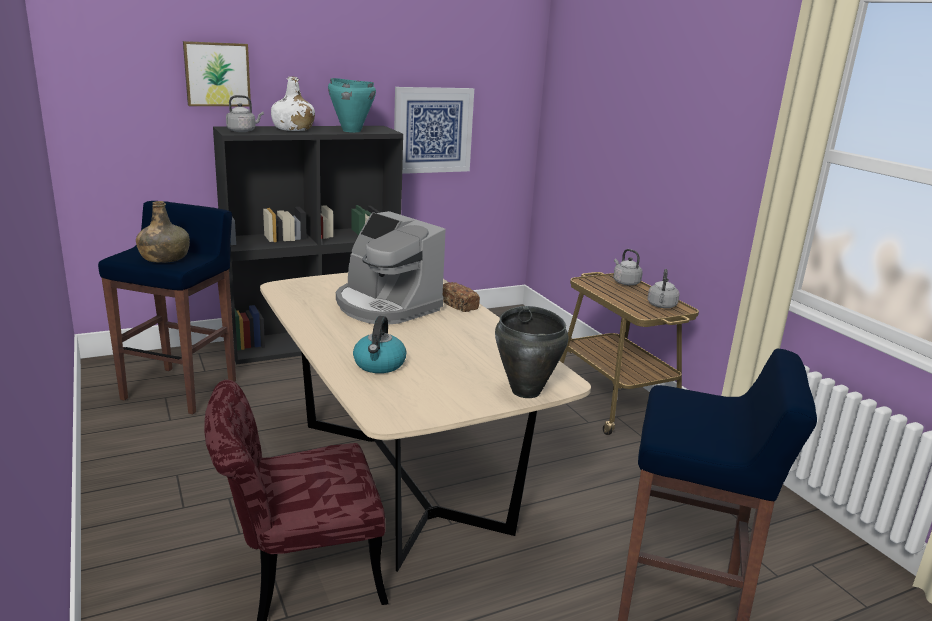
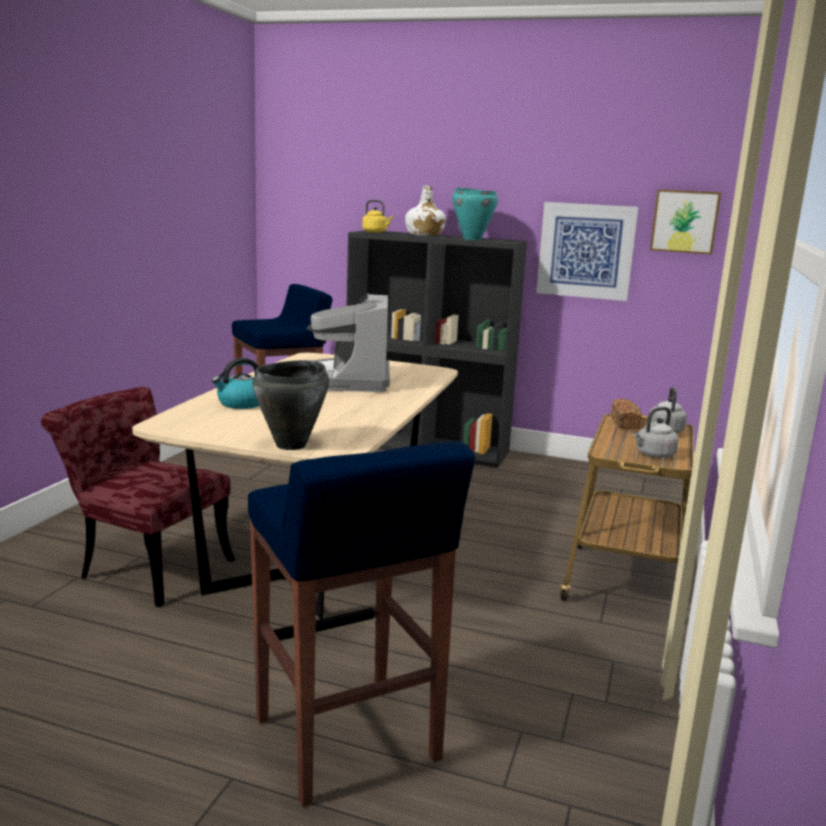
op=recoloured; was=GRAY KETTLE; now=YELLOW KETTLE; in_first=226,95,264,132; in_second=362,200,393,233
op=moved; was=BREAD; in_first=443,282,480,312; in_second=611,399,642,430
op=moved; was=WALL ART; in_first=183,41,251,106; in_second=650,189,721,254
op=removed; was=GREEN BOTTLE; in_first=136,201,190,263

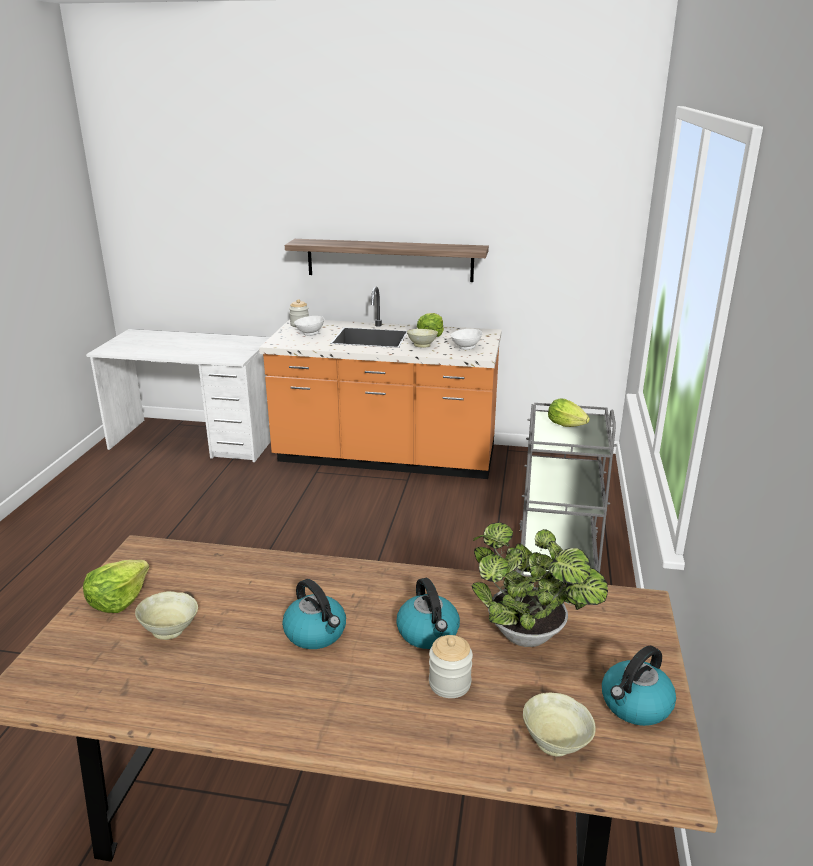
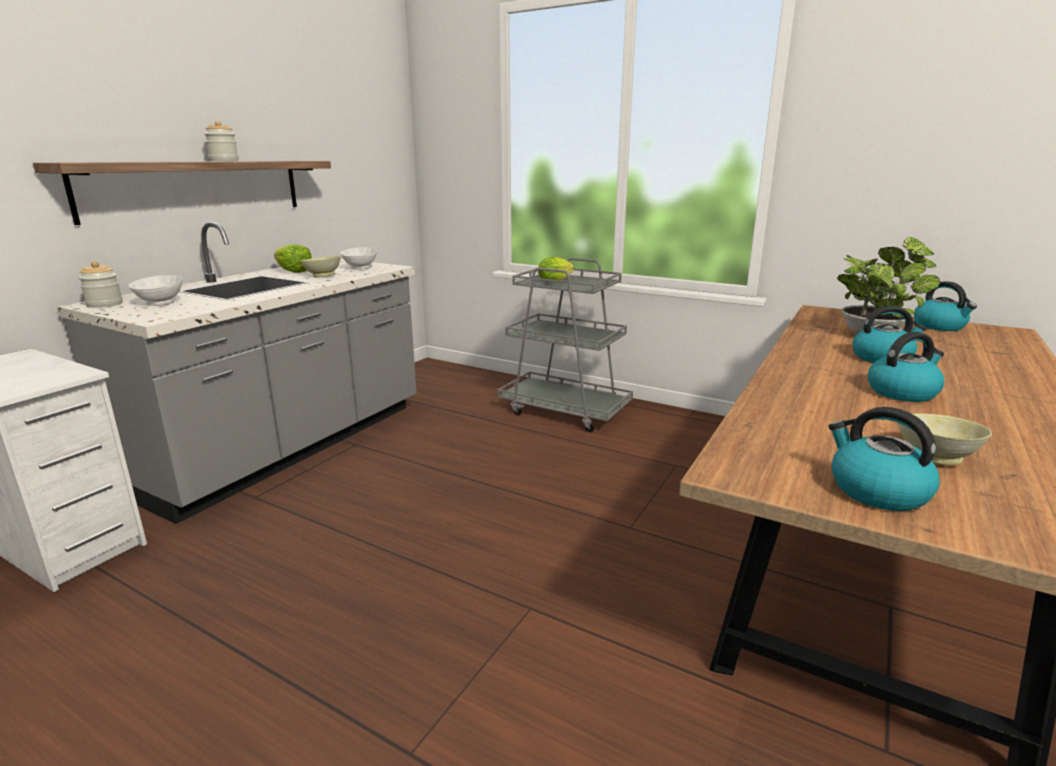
op=recoloured; was=ORANGE KITCHEN COUNTER; now=GRAY KITCHEN COUNTER; in_first=259,287,502,479; in_second=57,222,416,524
op=moved; was=PRESERVE JAR; in_first=429,635,473,698; in_second=204,120,239,161
op=replaced; was=HEAD OF LETTUCE; now=KETTLE; in_first=83,560,149,613; in_second=829,407,940,511
op=removed; was=BEIGE-COLOURED SERVING BOWL; in_first=523,692,596,756

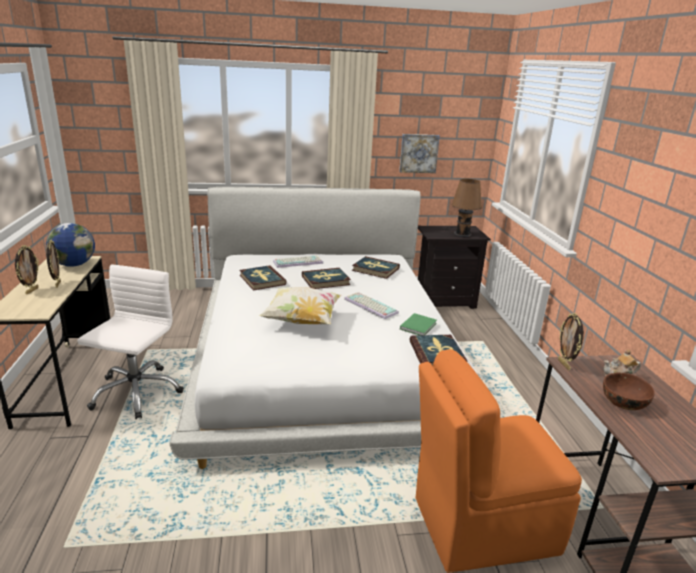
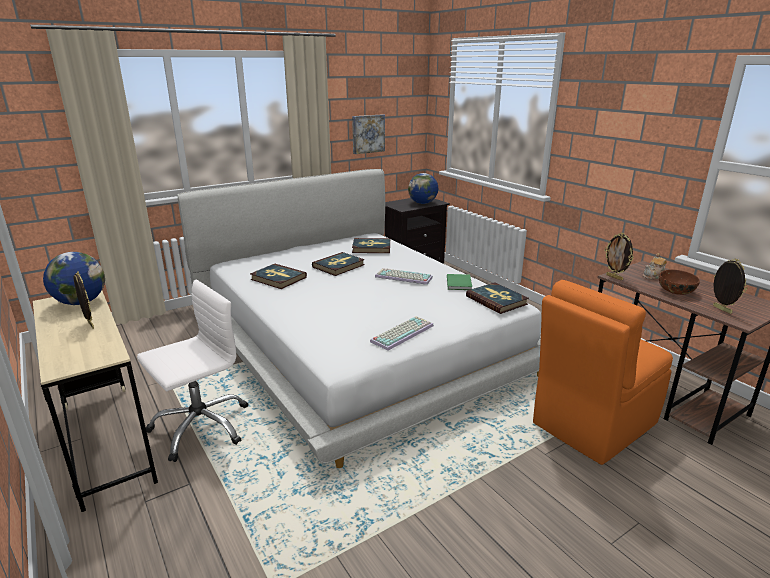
op=turned; was=WHITE COMPUTER CHAIR; in_first=77,264,184,419; in_second=137,280,248,462; clockwise=60
op=moved; was=KEYBOARD; in_first=273,255,323,268; in_second=370,316,434,351
op=replaced; was=BROWNISH TABLE LAMP; now=WORLD GLOBE; in_first=443,179,482,237; in_second=408,173,438,204
op=moved; was=PHOTO FRAME; in_first=15,245,39,295; in_second=713,259,748,314
op=removed; was=PILLOW; in_first=259,287,342,324

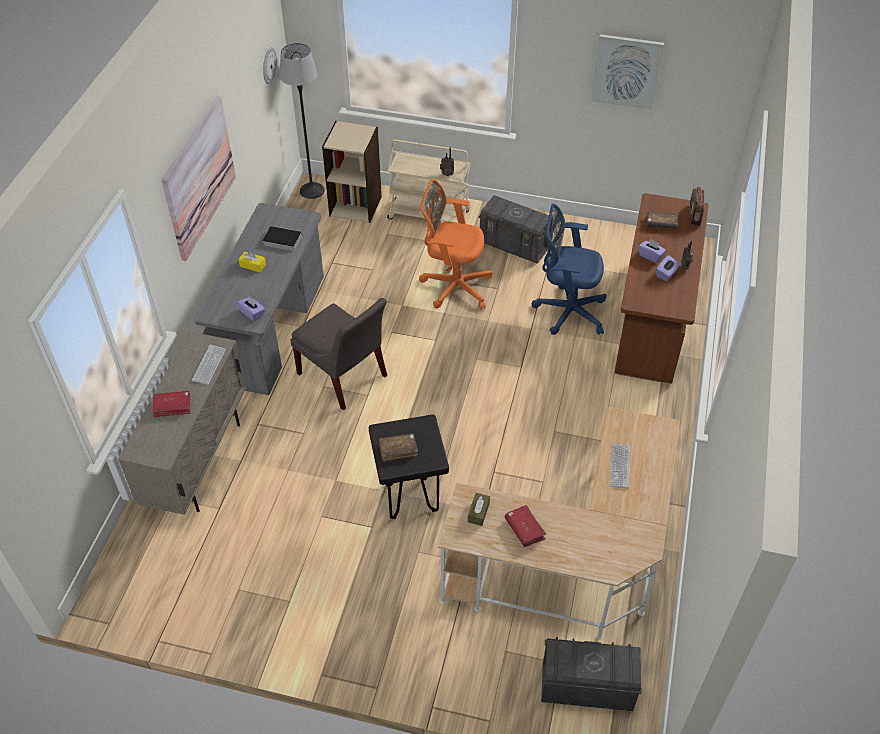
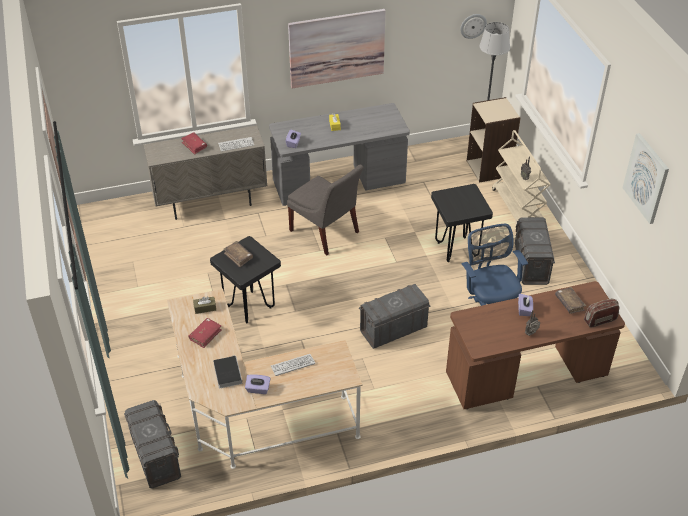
op=moved; was=BOUND BOOK; in_first=262,226,302,251; in_second=213,356,243,388
op=moved; was=PURPLISH BOX OF TISSUES; in_first=656,255,680,282; in_second=245,374,271,394
op=turned; was=GRAY UPRIGHT CHAIR; in_first=290,298,387,410; in_second=287,165,364,255; clockwise=-60
op=added; now=GRAY STORAGE BOX; in_second=359,284,431,349
op=replaced; was=ORANGE COMPUTER CHAIR; now=BLACK-COLOURED SITTING STOOL; in_first=419,179,493,309; in_second=431,184,493,262

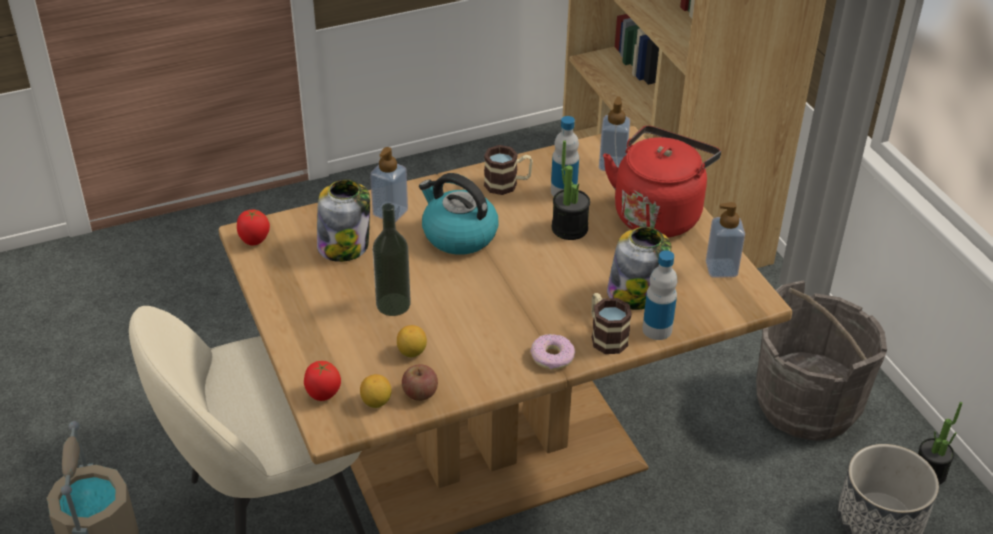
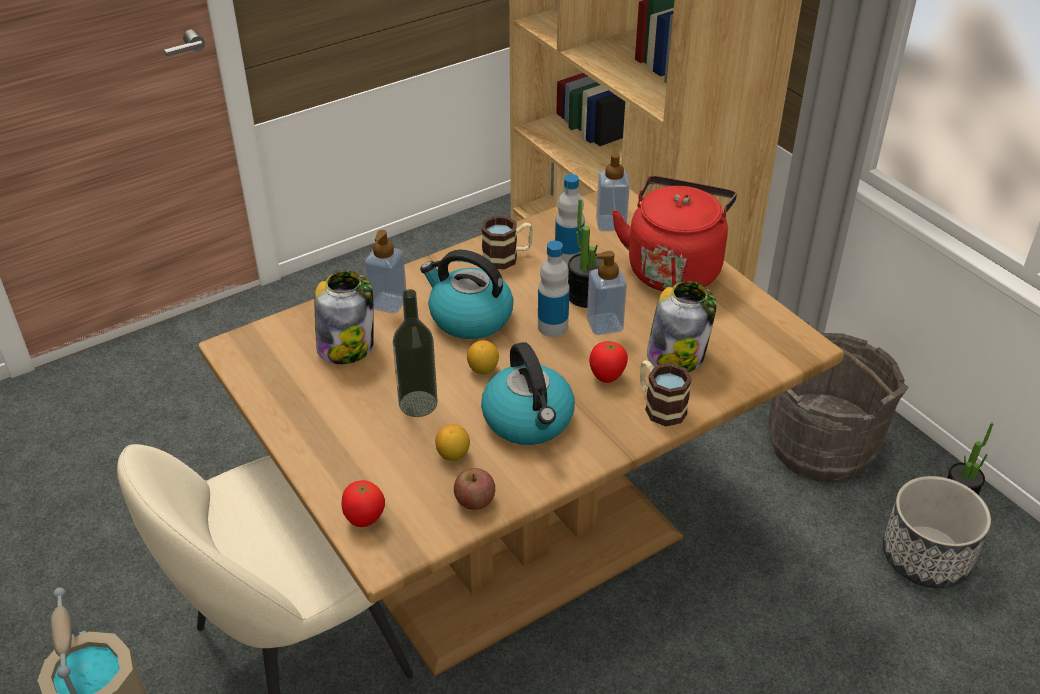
op=moved; was=LEMON; in_first=360,374,392,408; in_second=467,340,499,374
op=added; now=KETTLE; in_second=481,342,575,445
op=moved; was=BOTTLE; in_first=642,250,677,340; in_second=538,241,570,337
op=moved; was=SOAP DISPENSER; in_first=706,202,745,278; in_second=587,251,627,335
op=moved; was=TOMATO; in_first=237,210,270,246; in_second=589,341,628,383
op=removed; was=RING DOUGHNUT; in_first=530,334,576,370

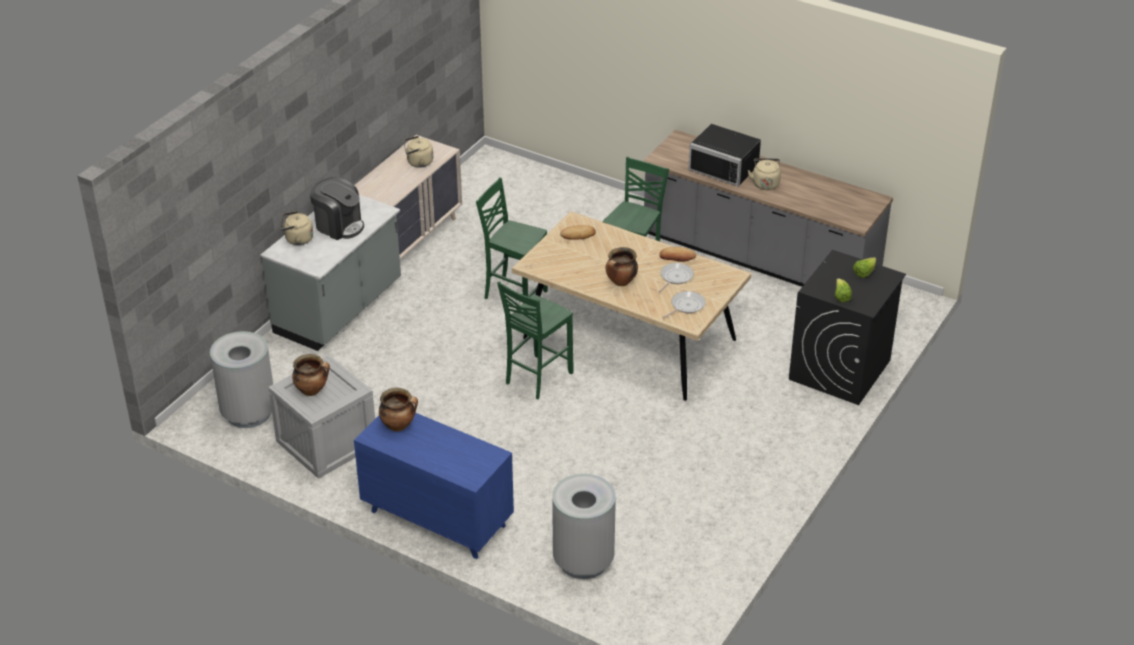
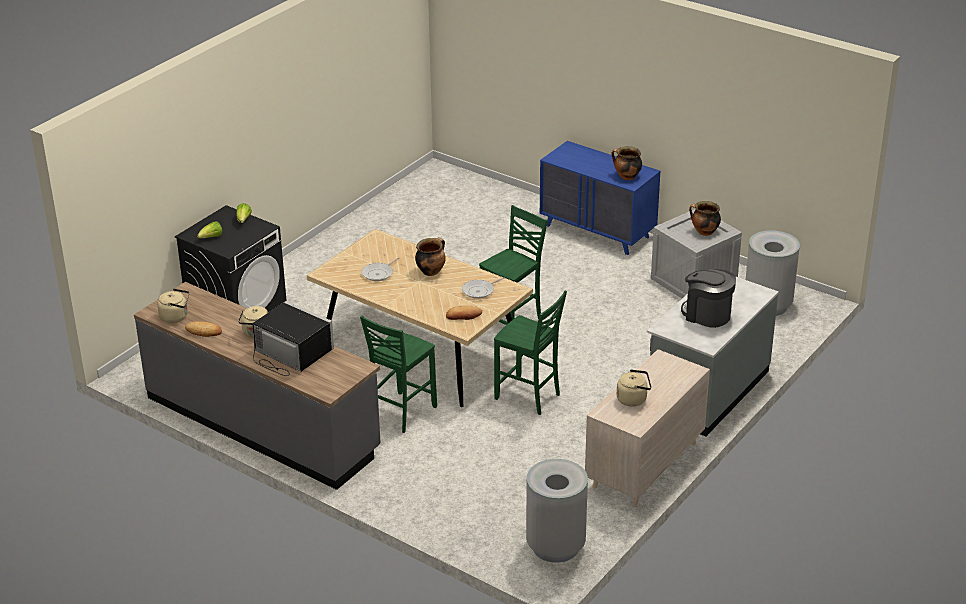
op=moved; was=BEIGE-COLOURED KETTLE; in_first=281,211,313,245; in_second=157,288,190,323
op=moved; was=BREAD; in_first=659,247,696,262; in_second=185,321,222,337
op=moved; was=SKILLET; in_first=662,291,705,319; in_second=462,277,505,299
op=moved; was=GRAY RUBBISH BIN; in_first=552,474,616,579; in_second=526,459,588,563

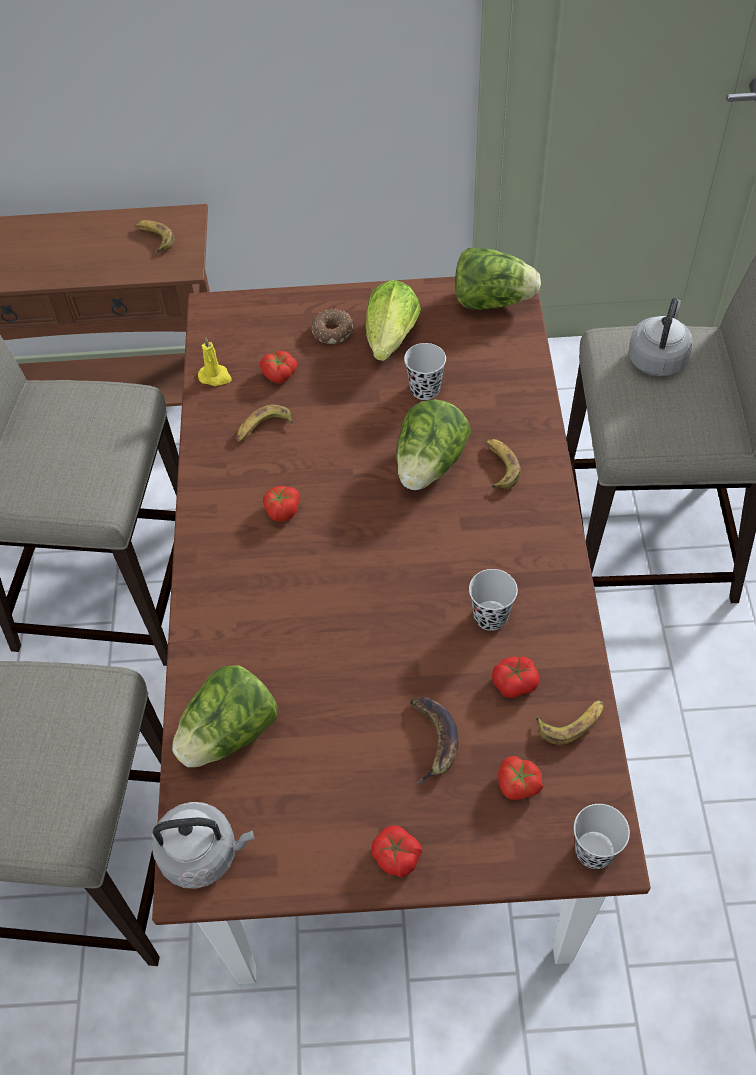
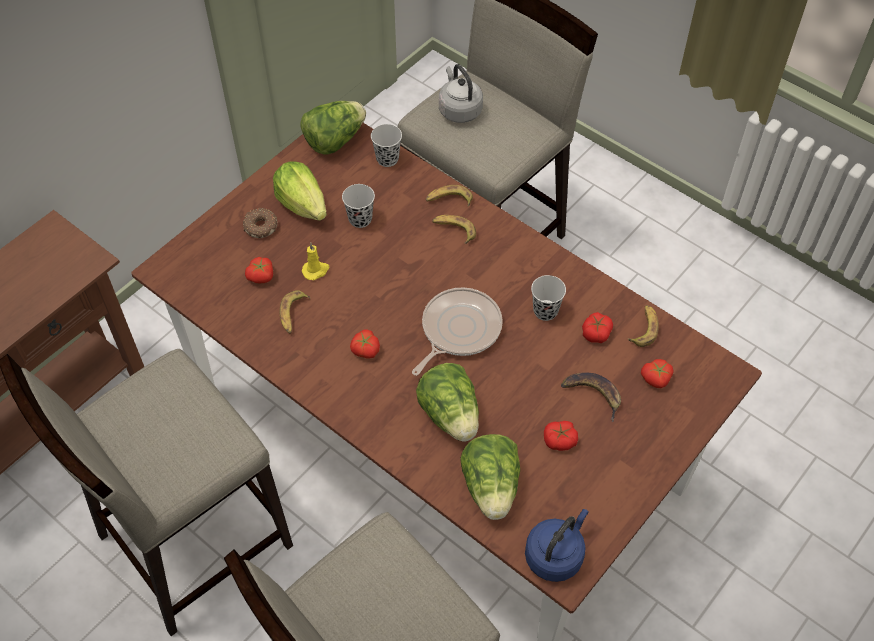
op=moved; was=YELLOW CANDLE; in_first=198,337,232,386; in_second=302,243,329,280
op=moved; was=BLACK-COLOURED SMALL CUP; in_first=574,804,630,869; in_second=371,124,402,167
op=added; now=SKILLET; in_second=412,287,503,376
op=moved; was=HEAD OF LETTUCE; in_first=396,399,471,490; in_second=416,363,479,442
op=moved; was=WHOLE BANANA; in_first=135,220,174,252; in_second=426,185,473,207
op=recoloured; was=GRAY KETTLE; now=BLUE-COLOURED KETTLE; in_first=152,802,255,889; in_second=525,509,589,582
op=moved; was=TOMATO; in_first=371,825,422,878; in_second=544,421,578,451

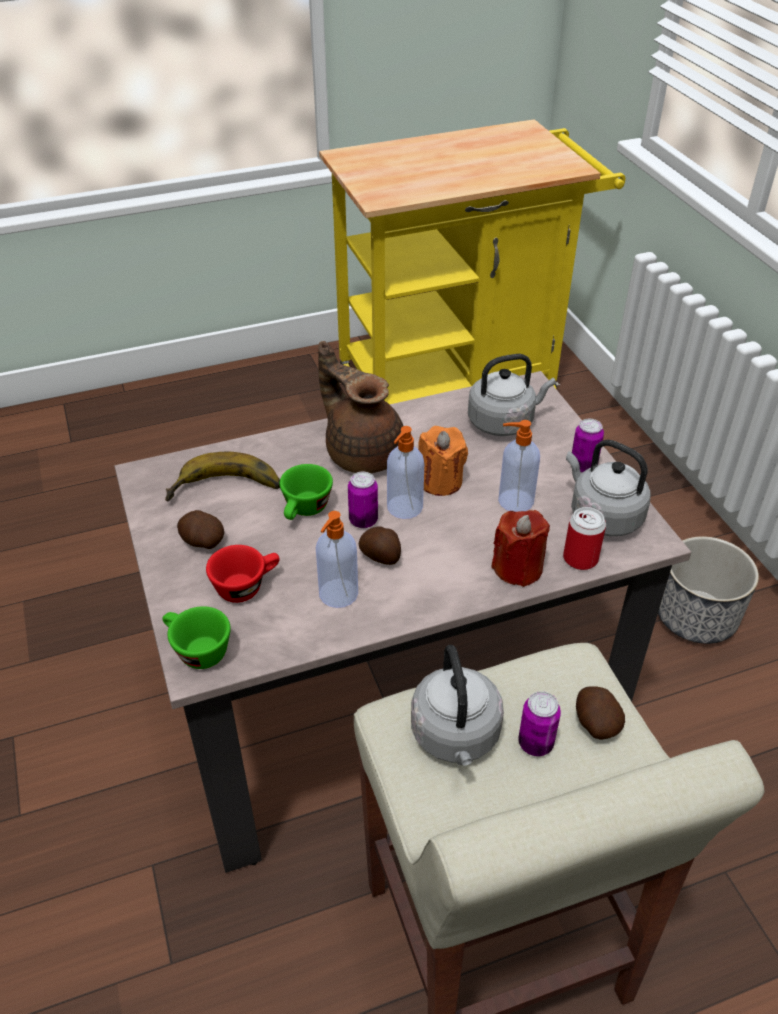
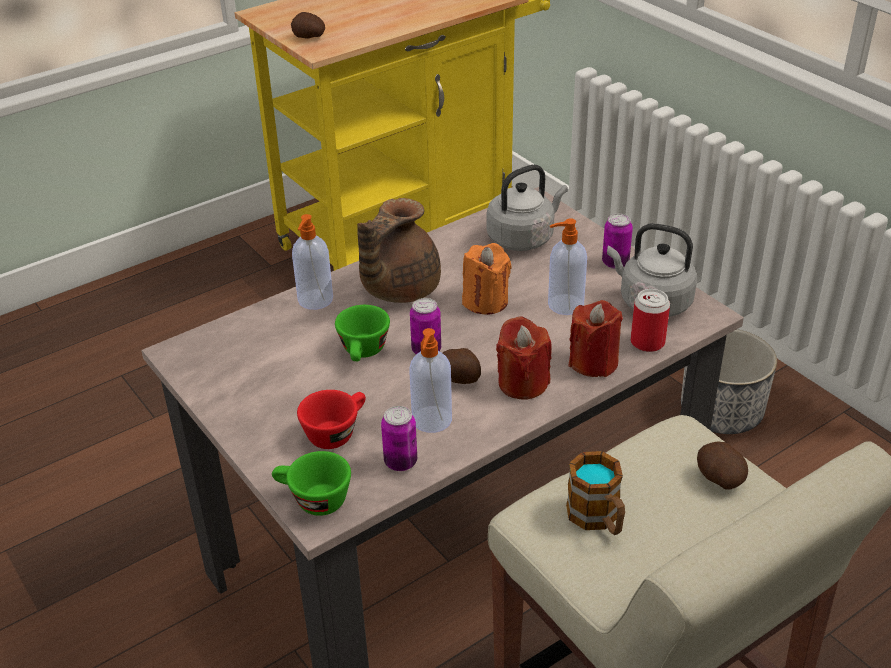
op=moved; was=WHOLE POTATO; in_first=177,510,224,549; in_second=291,12,325,38
op=moved; was=SOAP DISPENSER; in_first=387,426,424,519; in_second=292,214,333,310
op=turned; was=BROWNISH TEAPOT; in_first=318,341,403,473; in_second=357,198,441,303; clockwise=-90
op=moved; was=CAN; in_first=518,691,561,756; in_second=381,406,417,471
op=added; now=RED CANDLE; in_second=496,316,552,400
op=replaced; was=GRAY KETTLE; now=TEA MUG; in_first=411,645,504,766; in_second=566,451,625,535
op=removed; was=WHOLE BANANA; in_first=165,452,280,502

